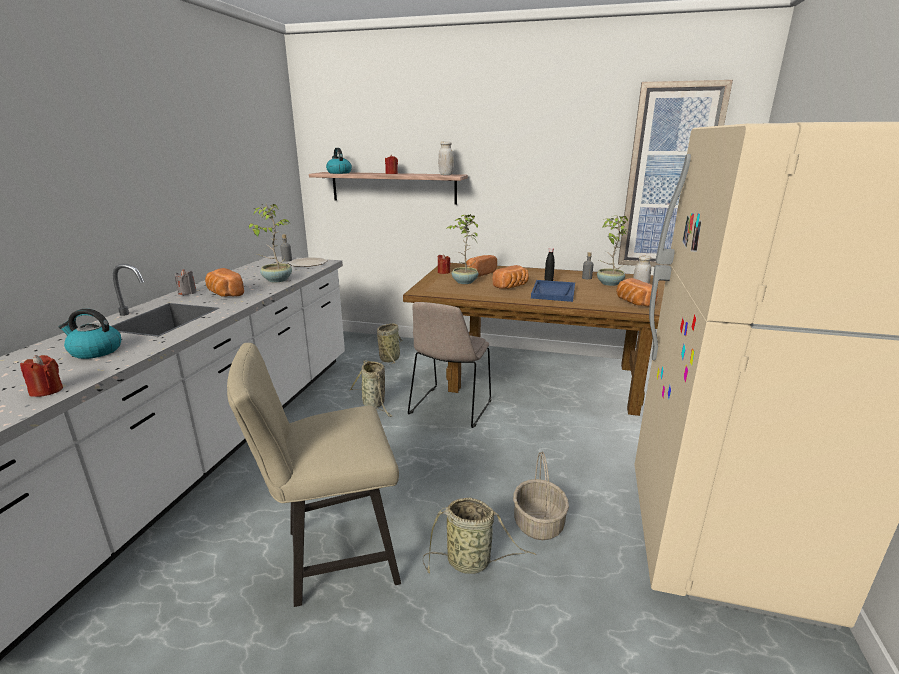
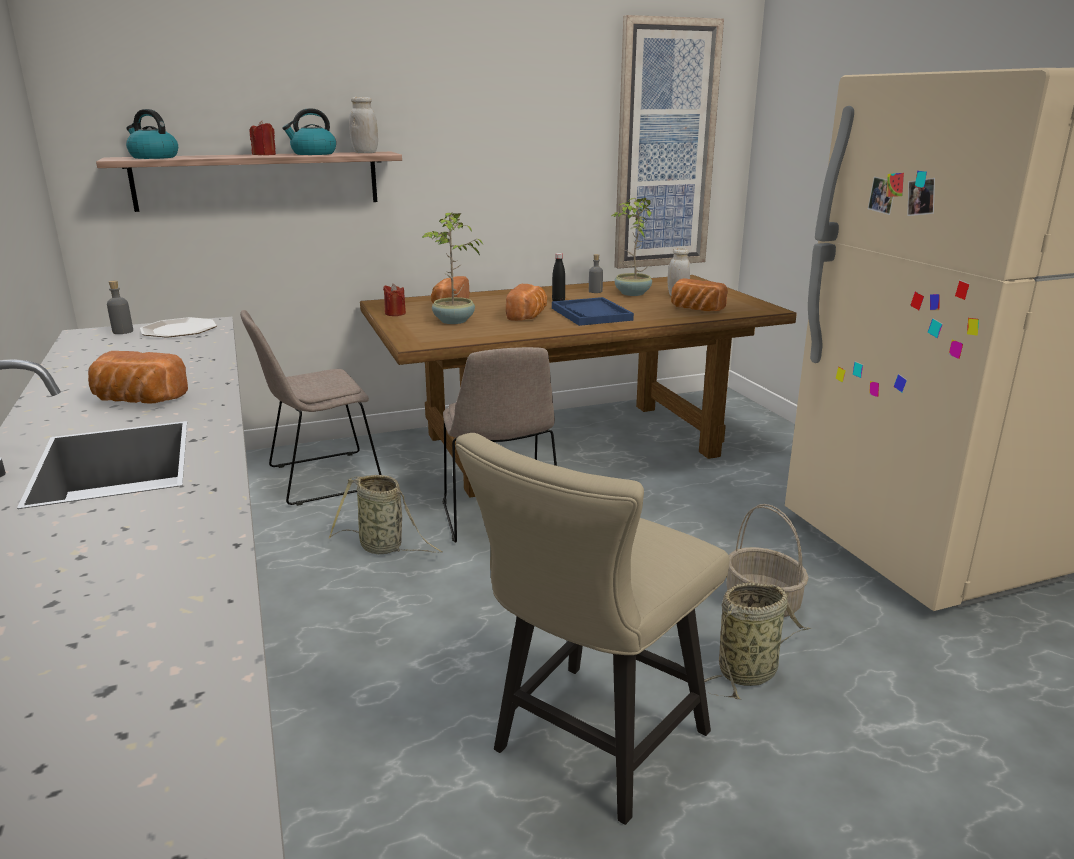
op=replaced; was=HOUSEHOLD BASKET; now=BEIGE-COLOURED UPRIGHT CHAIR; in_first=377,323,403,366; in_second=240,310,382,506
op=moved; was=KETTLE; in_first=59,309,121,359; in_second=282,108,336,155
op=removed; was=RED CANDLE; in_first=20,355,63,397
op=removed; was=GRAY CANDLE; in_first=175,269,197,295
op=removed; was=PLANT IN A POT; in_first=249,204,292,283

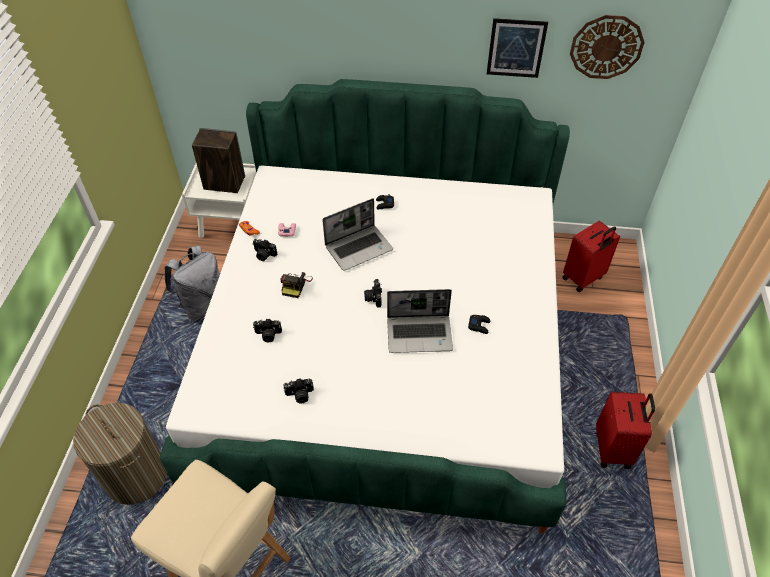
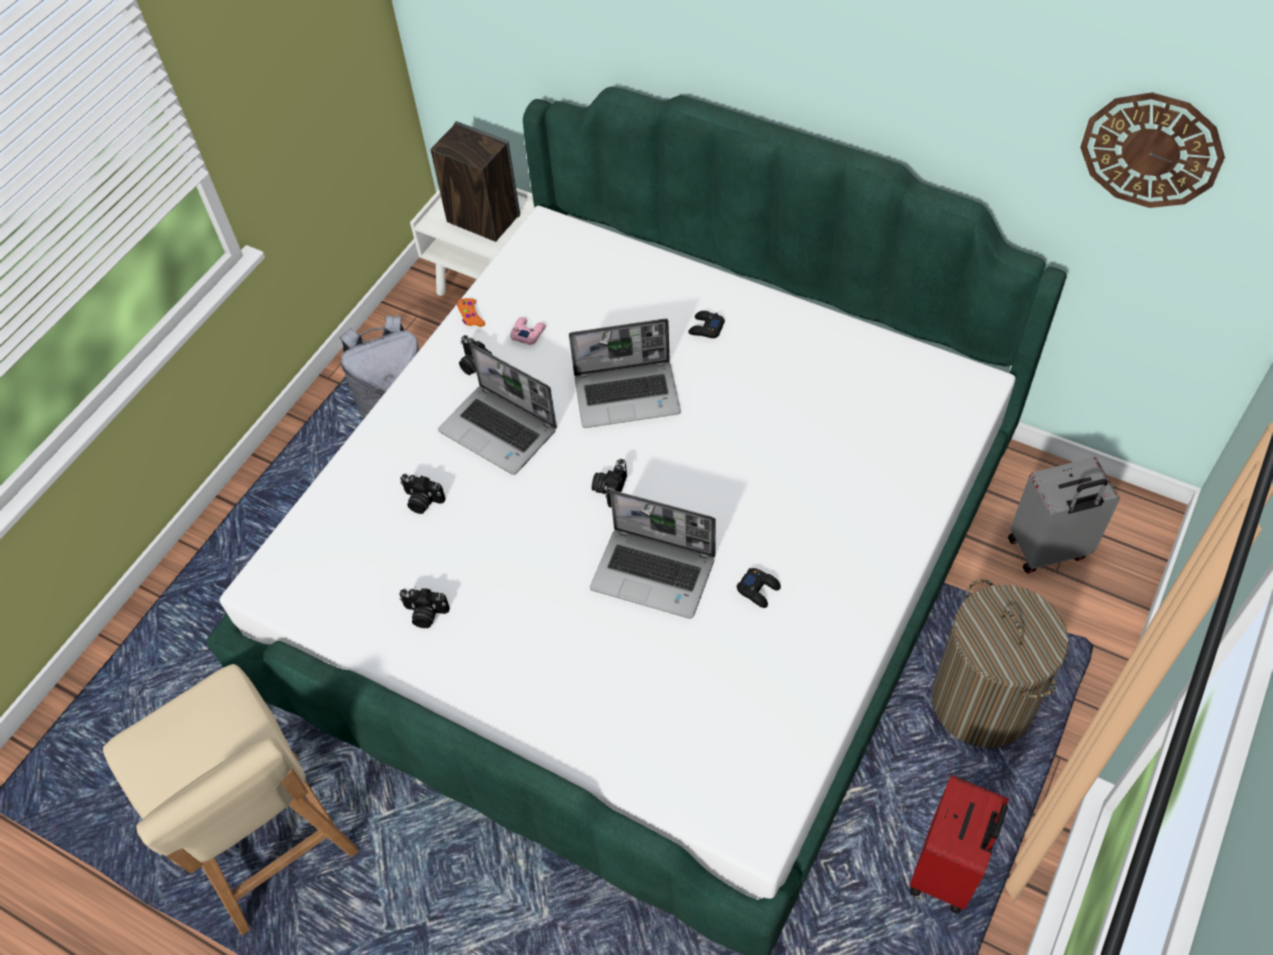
op=replaced; was=STILL CAMERA; now=LAPTOP; in_first=280,272,313,298; in_second=438,344,557,475
op=moved; was=LAUNDRY BASKET; in_first=73,403,167,505; in_second=932,579,1069,748
op=recoloured; was=RED TRAVEL CASE; now=GRAY TRAVEL CASE; in_first=562,221,620,292; in_second=1008,457,1120,573
op=removed; was=WALL ART; in_first=487,18,548,78

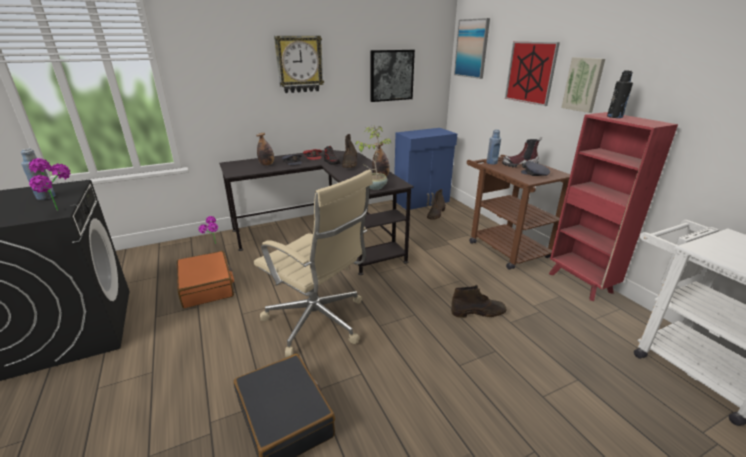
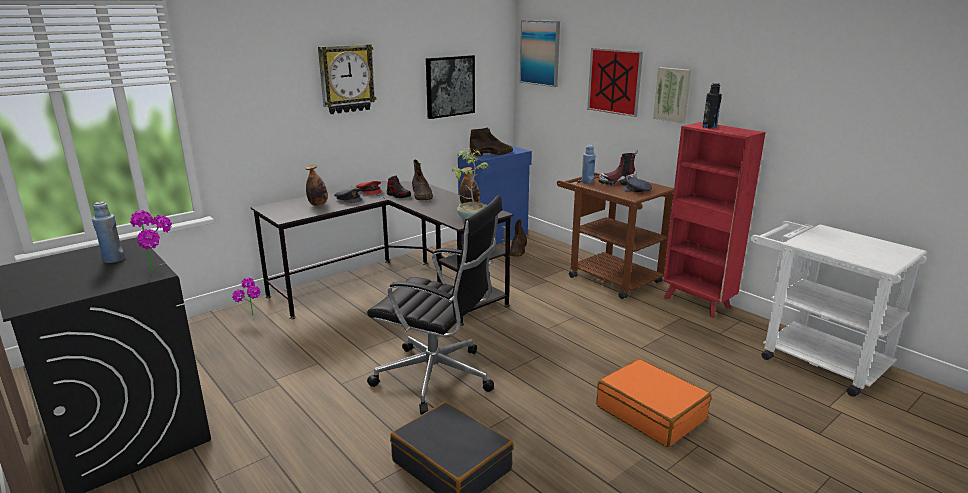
op=recoloured; was=BEIGE-COLOURED COMPUTER CHAIR; now=BLACK-COLOURED COMPUTER CHAIR; in_first=254,170,373,358; in_second=367,196,502,415
op=moved; was=BROWNISH TALL BOOT; in_first=451,285,507,318; in_second=470,127,513,156
op=moved; was=ORANGE TRAVEL CASE; in_first=177,251,234,308; in_second=596,358,711,447

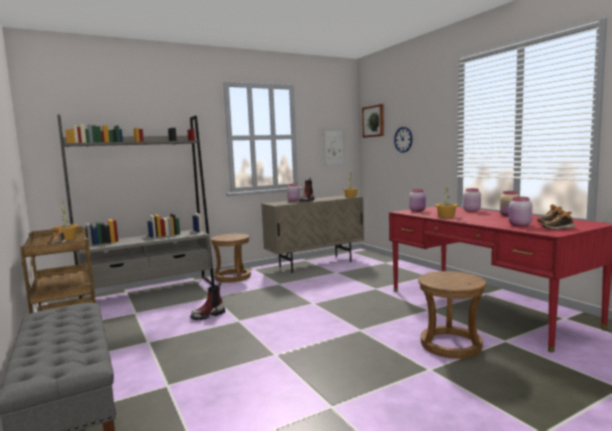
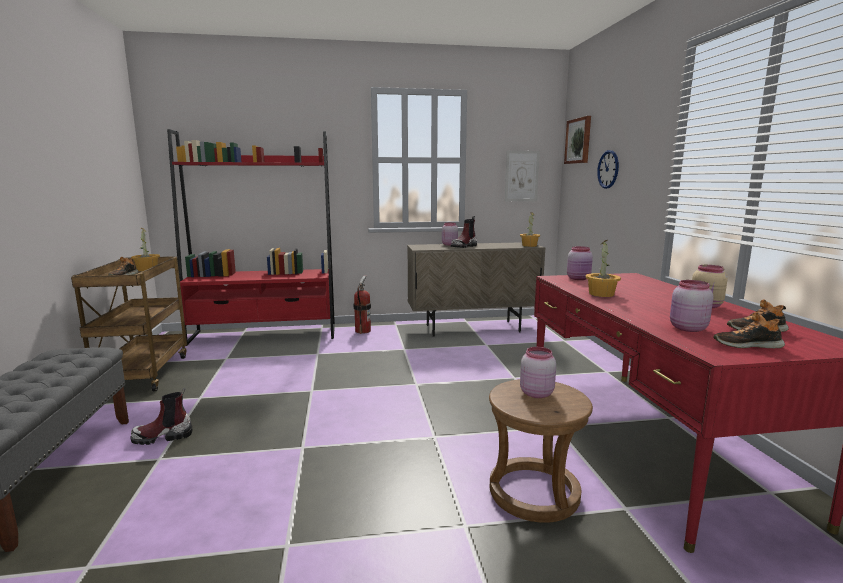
op=moved; was=TALL BOOT; in_first=190,282,225,320; in_second=130,388,192,445
op=recoloured; was=GRAY SHELVING UNIT; now=RED SHELVING UNIT; in_first=57,115,214,299; in_second=167,129,335,345
op=replaced; was=BROWNISH SITTING STOOL; now=EXTINGUISHER; in_first=210,234,251,283; in_second=354,276,371,334
op=moved; was=PINK-COLOURED PRESERVE JAR; in_first=463,188,481,212; in_second=520,347,556,398

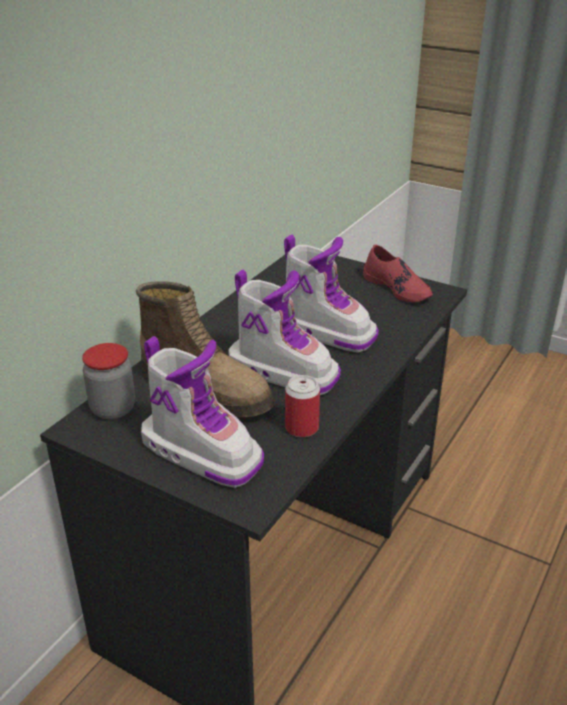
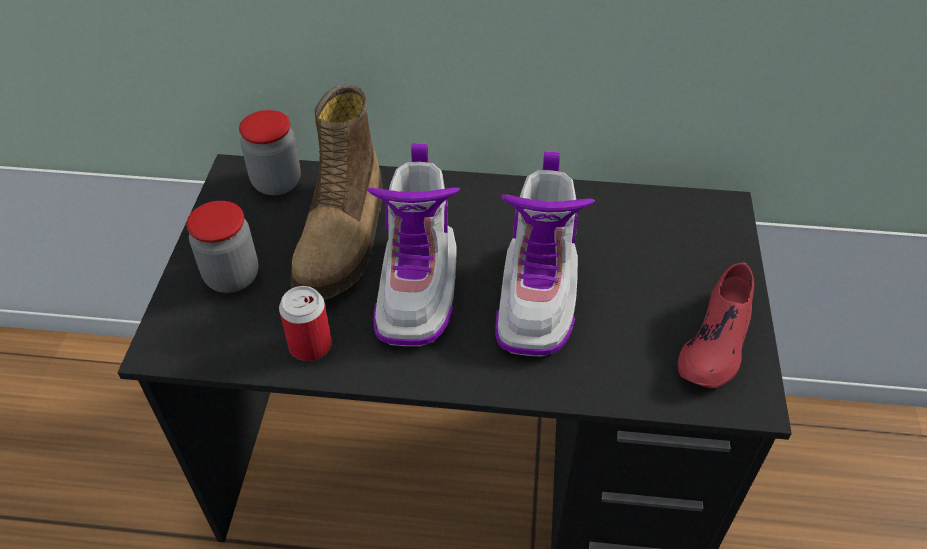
op=replaced; was=TALL BOOT; now=PRESERVE JAR; in_first=141,336,264,488; in_second=186,201,259,293

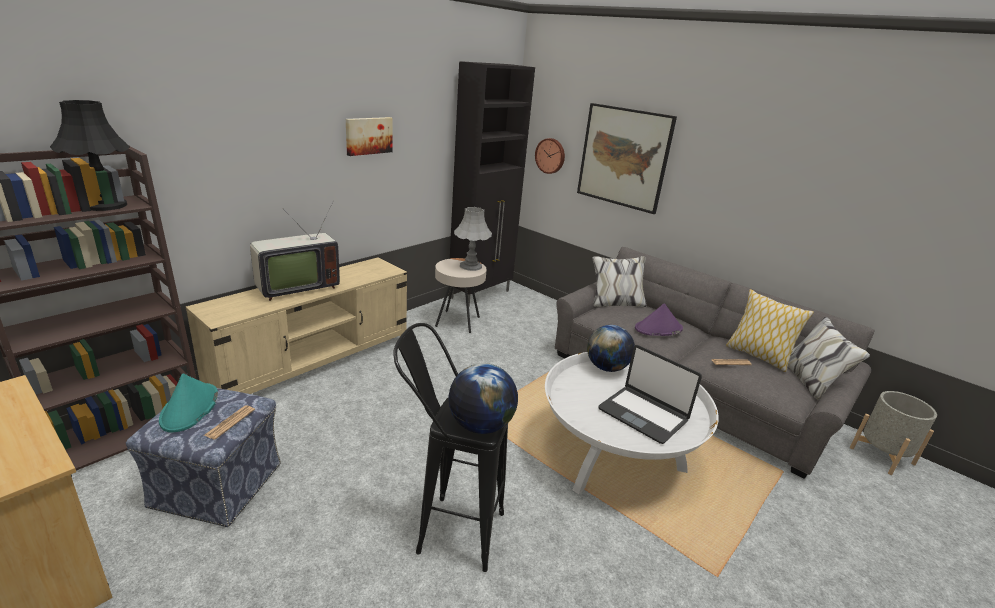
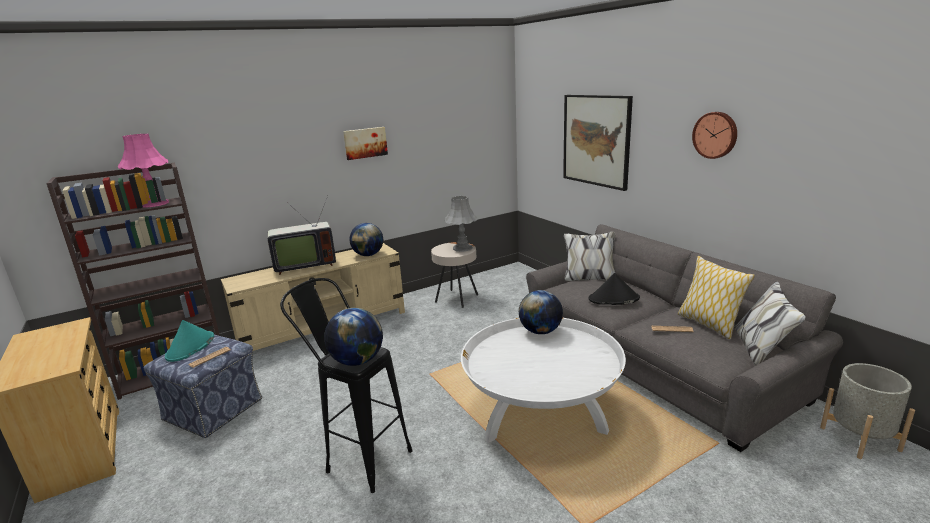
op=recoloured; was=BLACK-COLOURED TABLE LAMP; now=PINK-COLOURED TABLE LAMP; in_first=50,100,130,211; in_second=118,134,169,208
op=added; now=WORLD GLOBE; in_second=349,223,383,256
op=recoloured; was=PURPLISH CLOTHING HAT; now=BLACK-COLOURED CLOTHING HAT; in_first=635,303,683,336; in_second=588,273,640,305
op=moved; was=HANGING CLOCK; in_first=535,138,565,174; in_second=692,112,737,159
op=removed; was=BLACK-COLOURED CUPBOARD; in_first=450,61,535,307
op=removed; was=LAPTOP; in_first=598,345,702,444

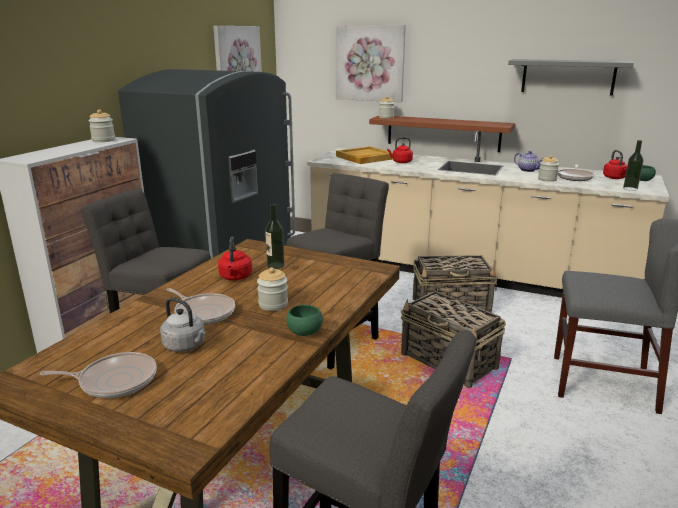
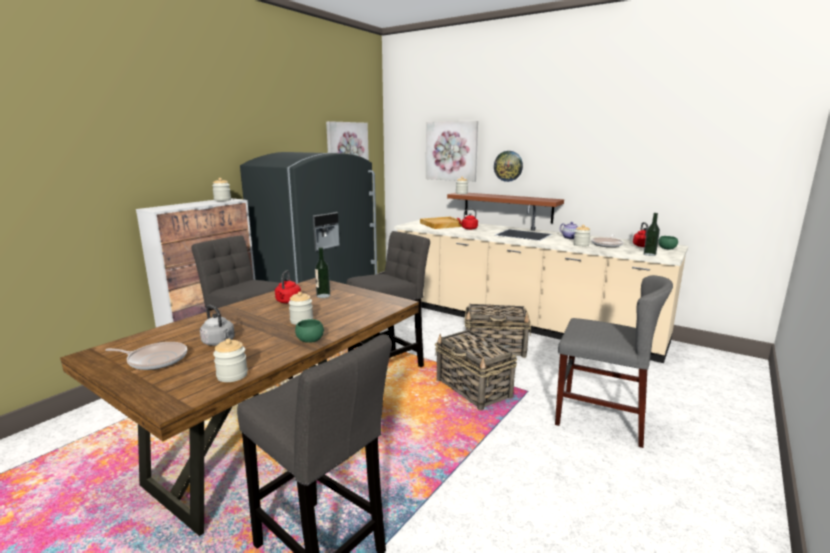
op=added; now=PRESERVE JAR; in_second=213,338,248,382
op=added; now=HANGING CLOCK; in_second=494,151,523,182
op=removed; was=SKILLET; in_first=166,288,235,325
op=removed; was=GRAY BRACKET SHELF; in_first=508,59,634,96

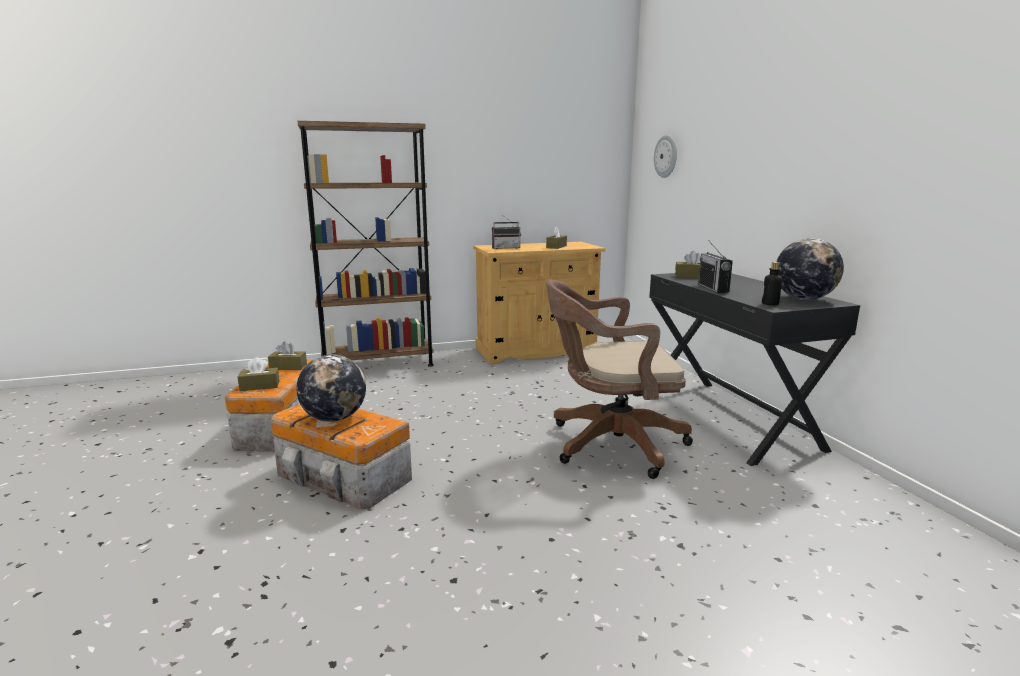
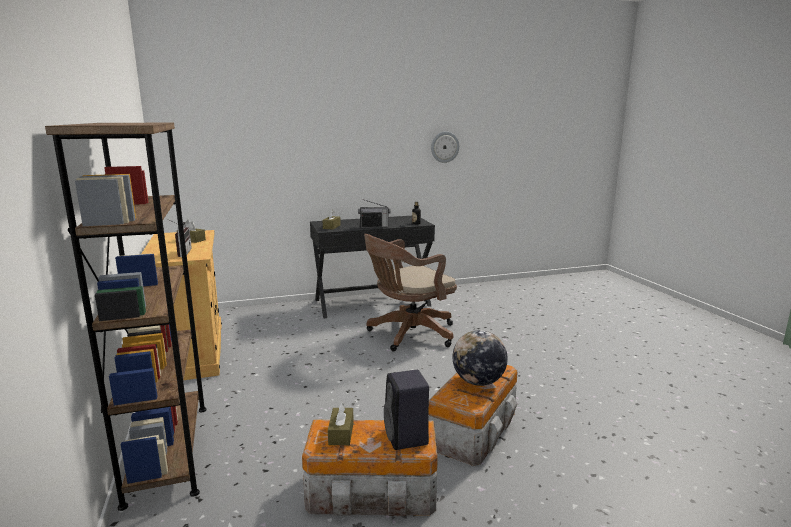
op=turned; was=BROWNISH COMPUTER CHAIR; in_first=546,279,693,479; in_second=364,234,457,351; clockwise=60
op=replaced; was=BROWNISH BOX OF TISSUES; now=BLACK-COLOURED LOUDSPEAKER; in_first=238,357,279,391; in_second=384,370,429,450
op=moved; was=HANGING CLOCK; in_first=654,135,677,178; in_second=431,131,460,163
op=removed; was=WORLD GLOBE; in_first=776,238,844,300

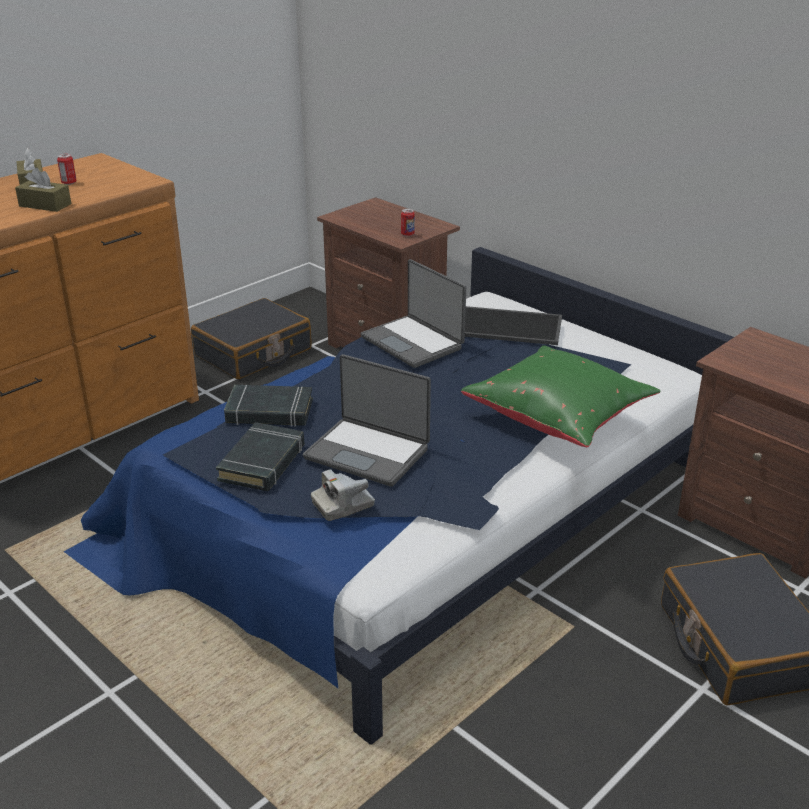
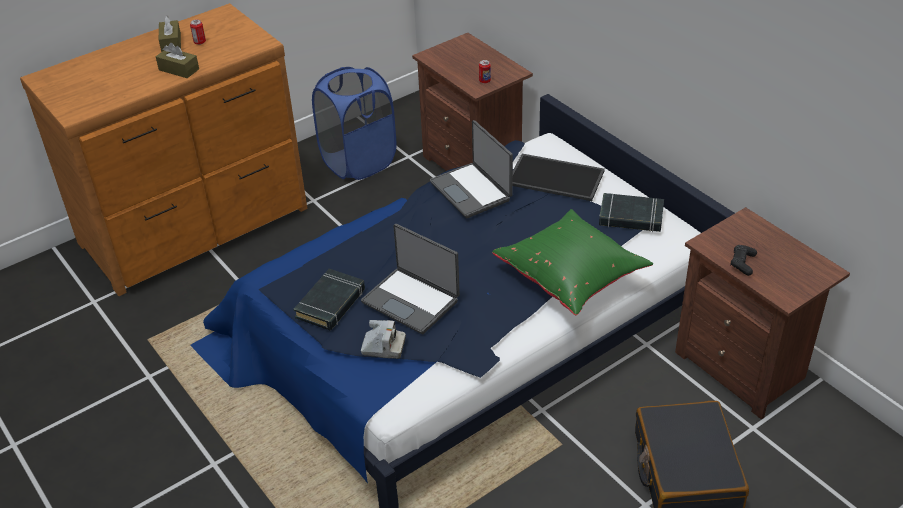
op=replaced; was=BLACK-COLOURED TRAVEL CASE; now=BLUE-COLOURED LAUNDRY BASKET; in_first=191,298,311,379; in_second=312,67,396,180
op=turned; was=STILL CAMERA; in_first=311,469,375,521; in_second=361,320,406,358; clockwise=-150
op=moved; was=BLACK-COLOURED BOUND BOOK; in_first=224,385,313,427; in_second=599,193,664,232
op=added; now=BLACK-COLOURED GAMEPAD; in_second=730,245,757,276

